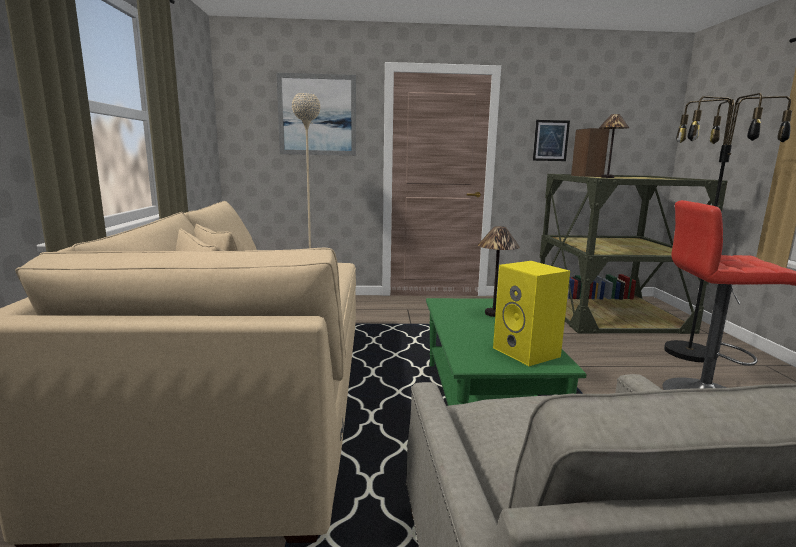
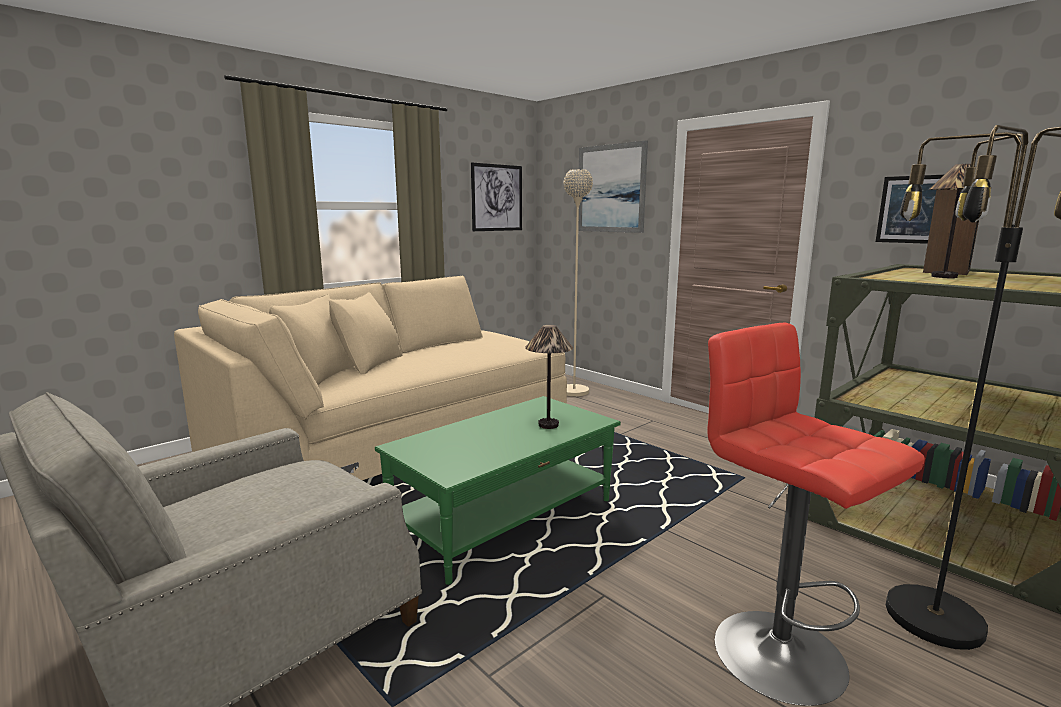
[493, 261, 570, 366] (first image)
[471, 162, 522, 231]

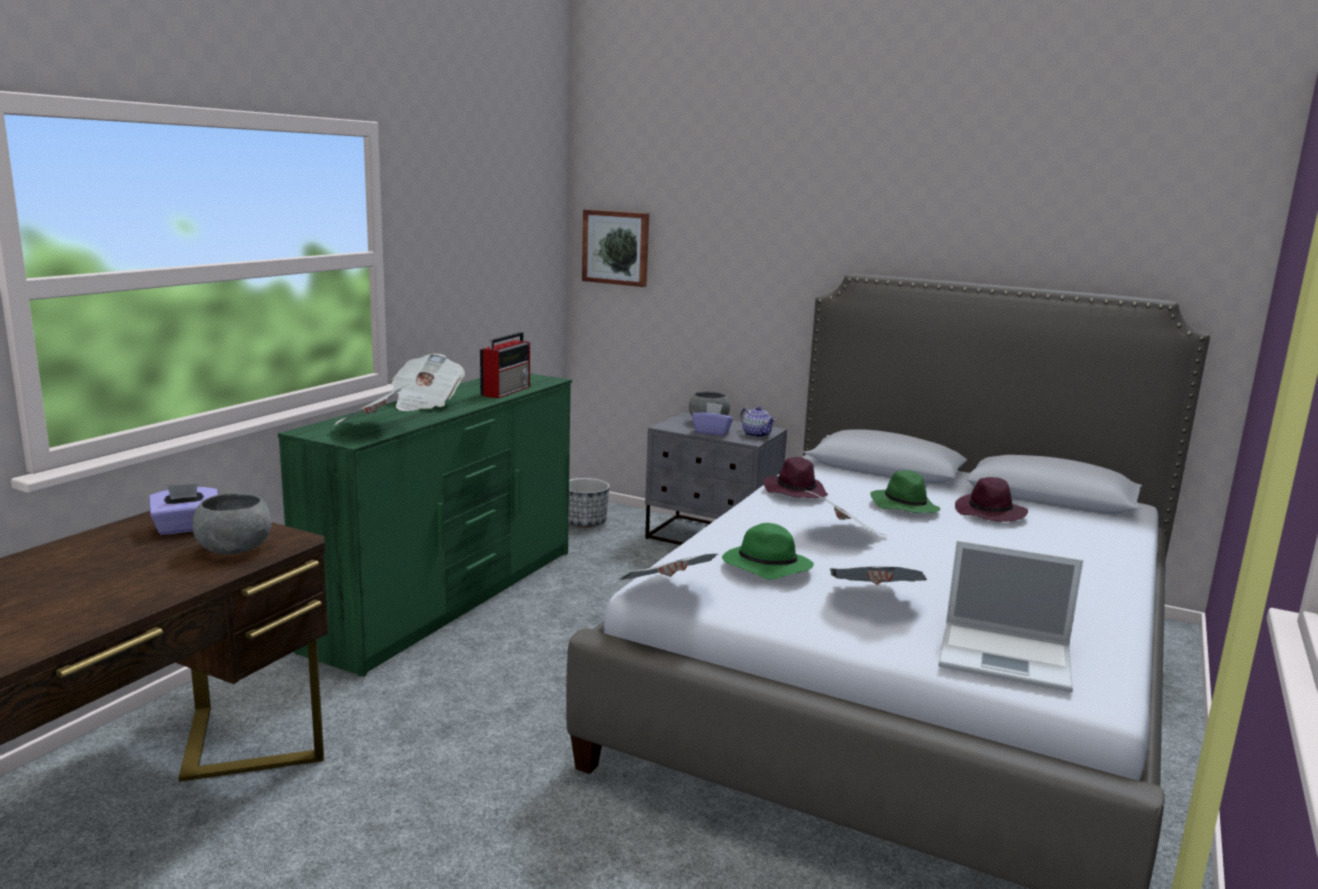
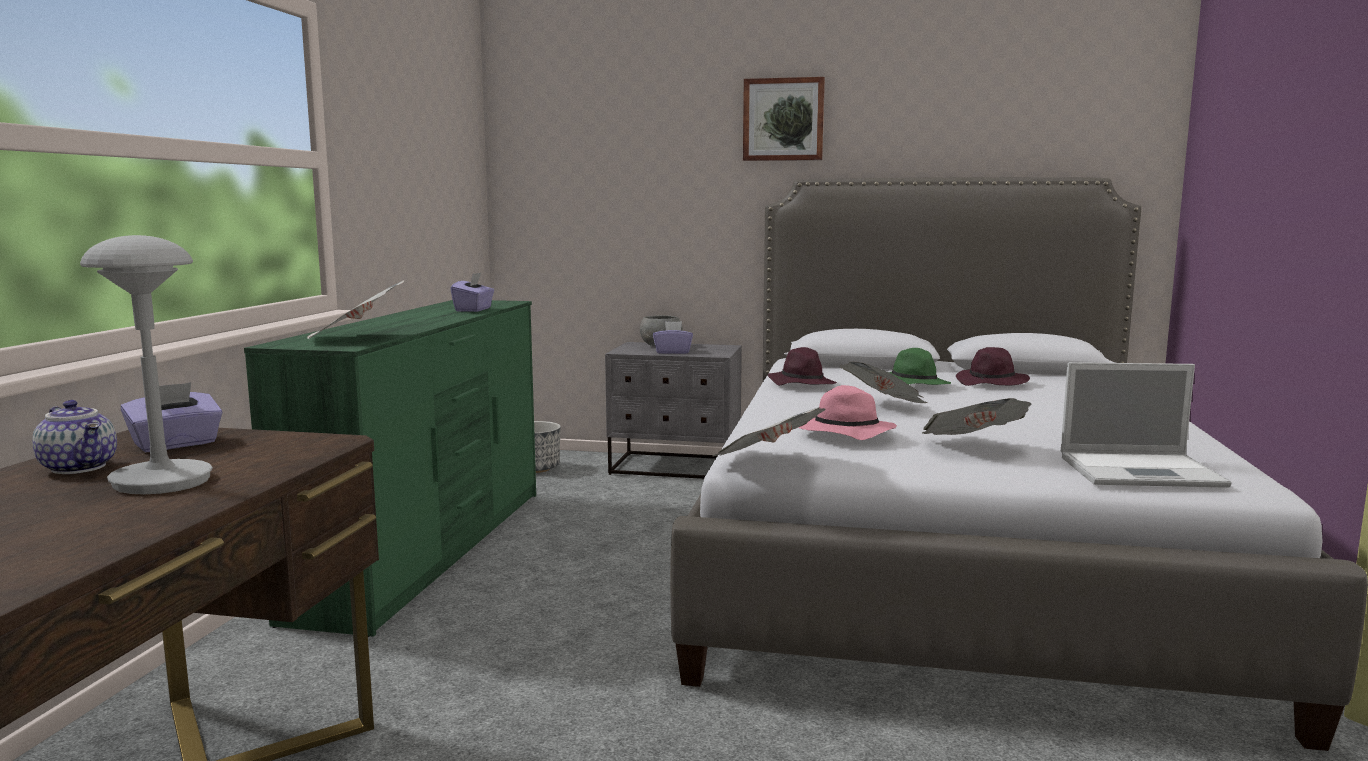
[192, 493, 272, 555] (first image)
[391, 353, 465, 411] (first image)
[451, 273, 494, 312]
[743, 77, 825, 161]
[798, 385, 897, 440]
[32, 400, 117, 474]
[80, 235, 213, 494]

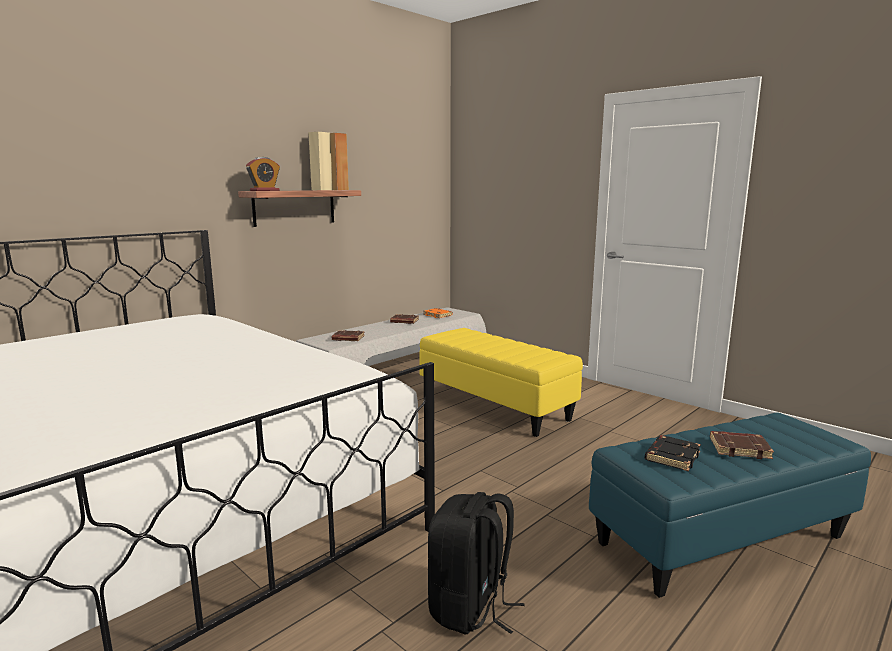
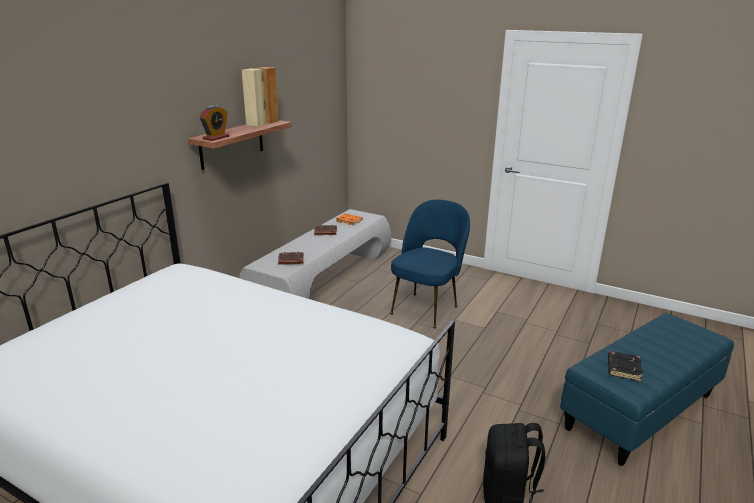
[390, 200, 470, 329]
[710, 431, 774, 459] (first image)

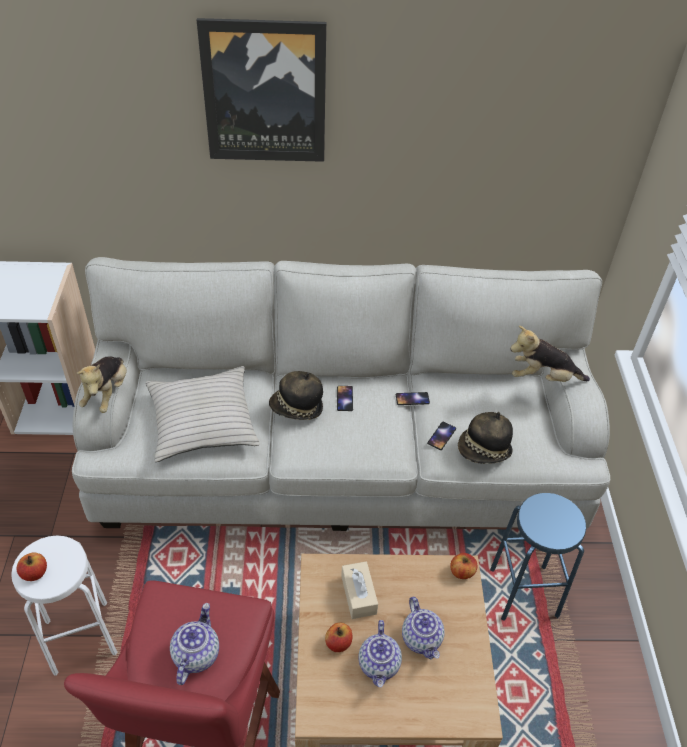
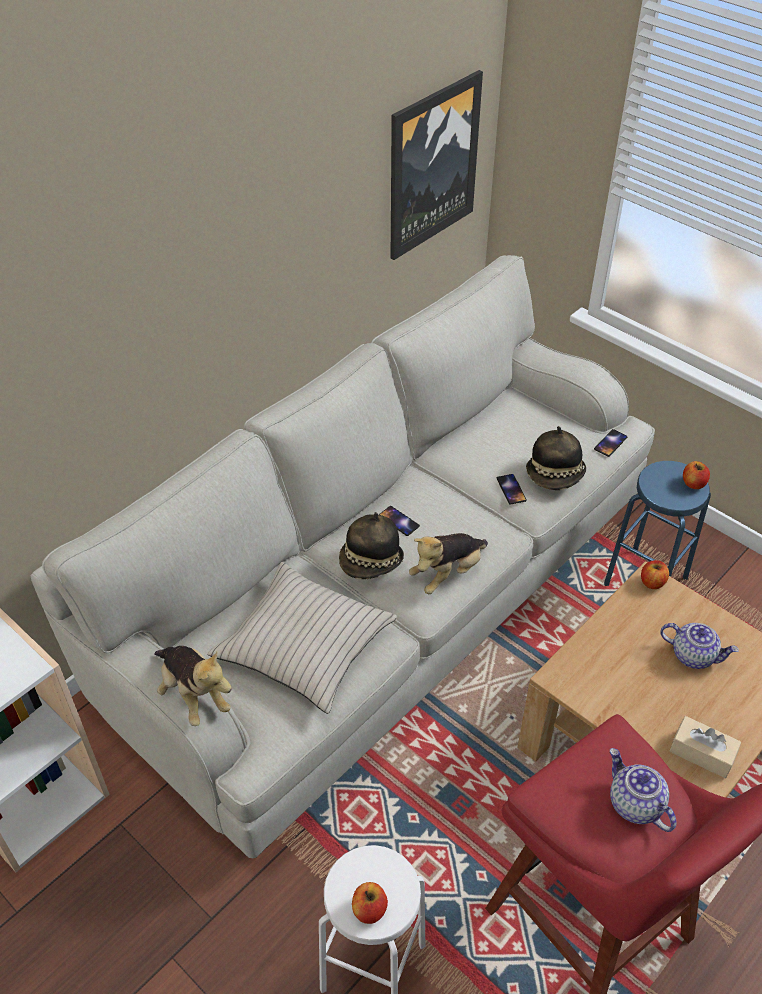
[391, 70, 483, 260]
[683, 461, 710, 489]
[670, 716, 741, 778]
[358, 620, 402, 687] (first image)
[594, 429, 627, 457]
[409, 533, 488, 594]

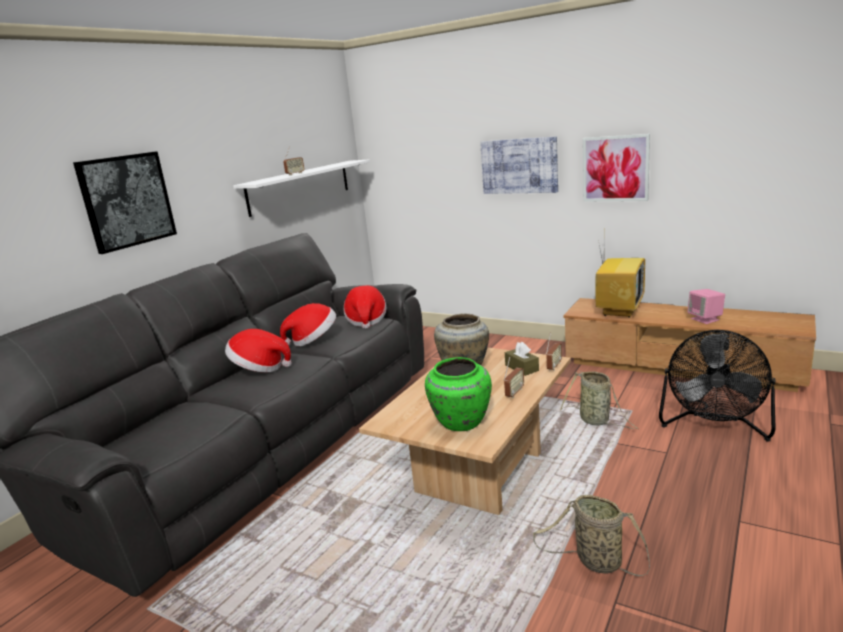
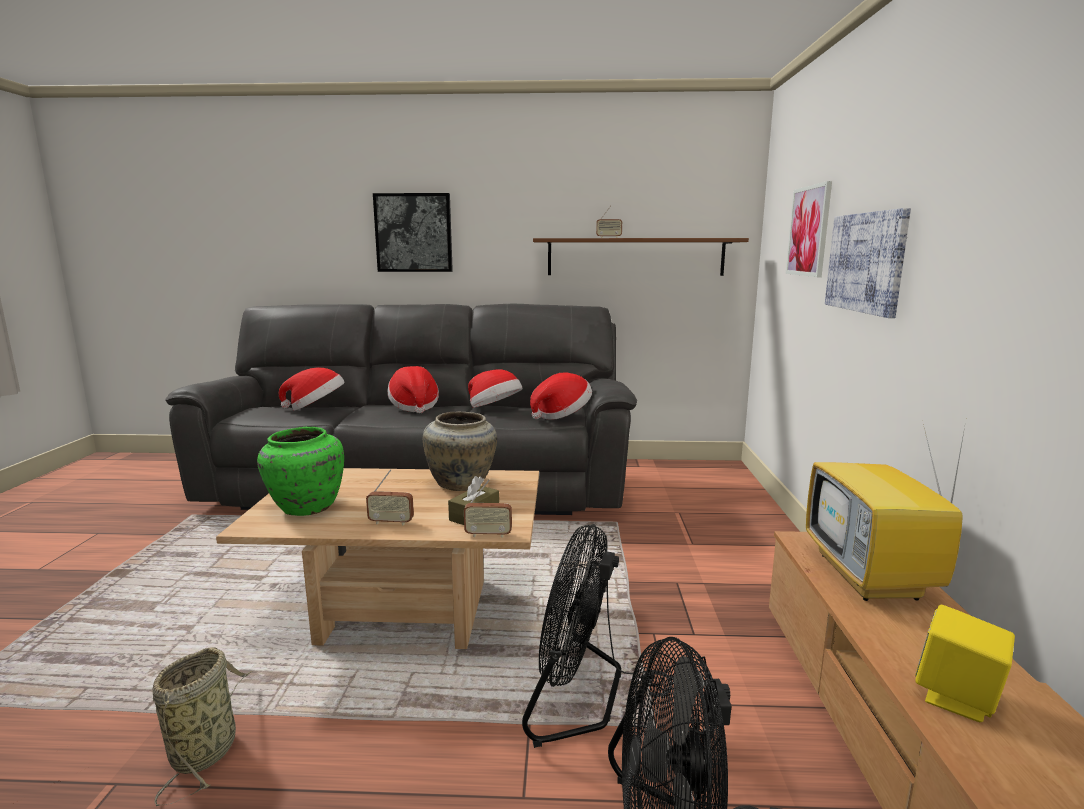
[533, 238, 749, 276]
[522, 524, 674, 748]
[786, 181, 832, 277]
[806, 420, 965, 601]
[915, 605, 1015, 722]
[279, 367, 345, 410]

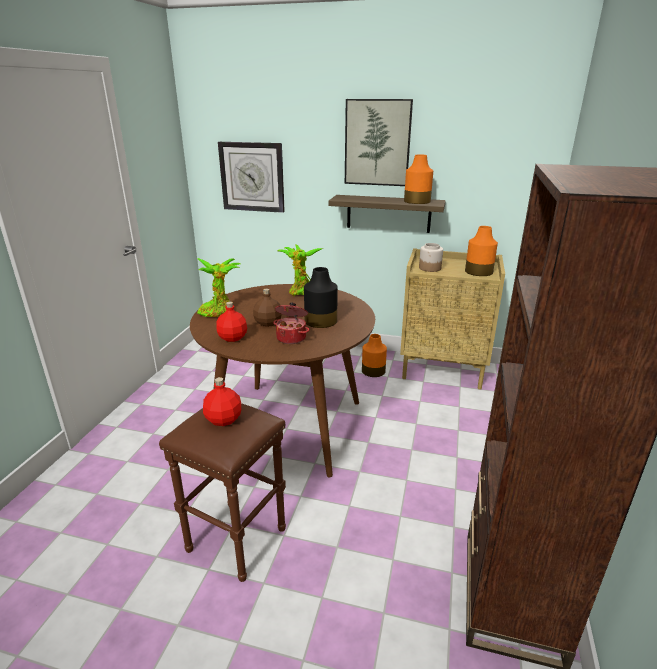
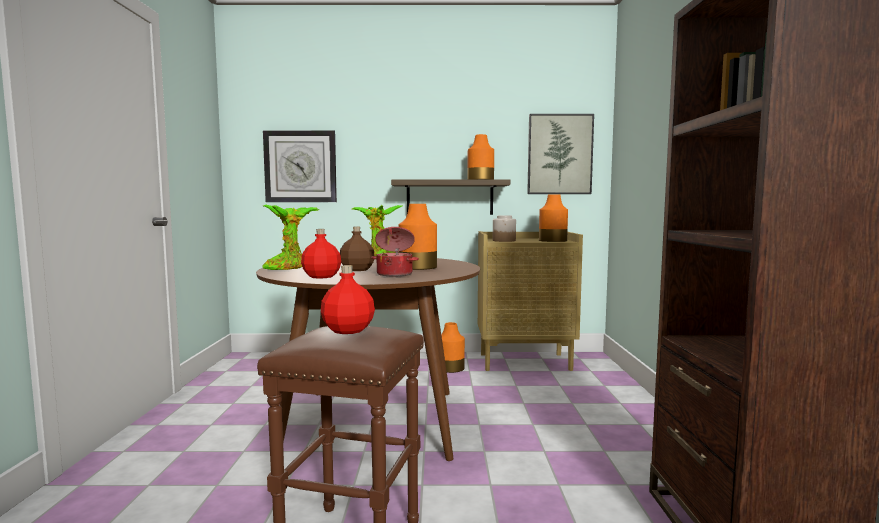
[399, 204, 437, 270]
[527, 114, 594, 194]

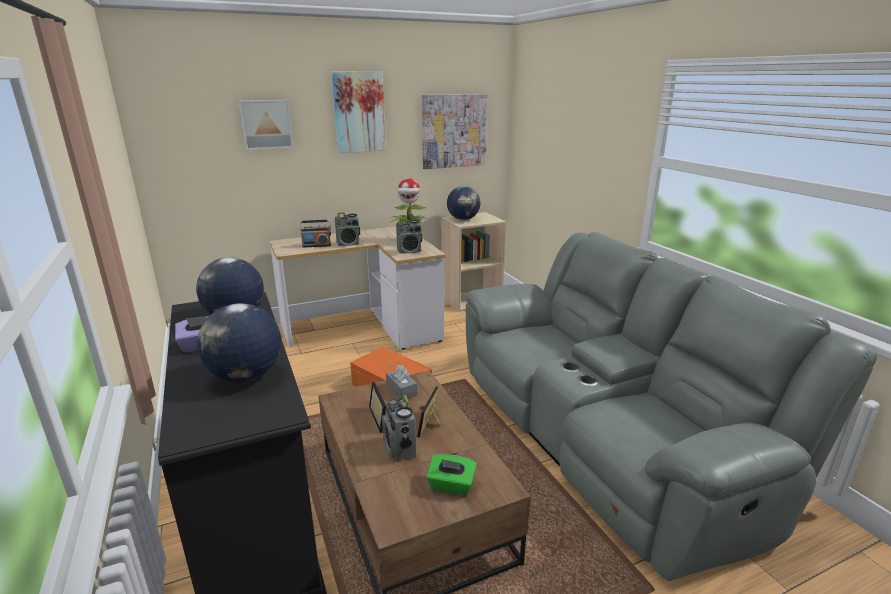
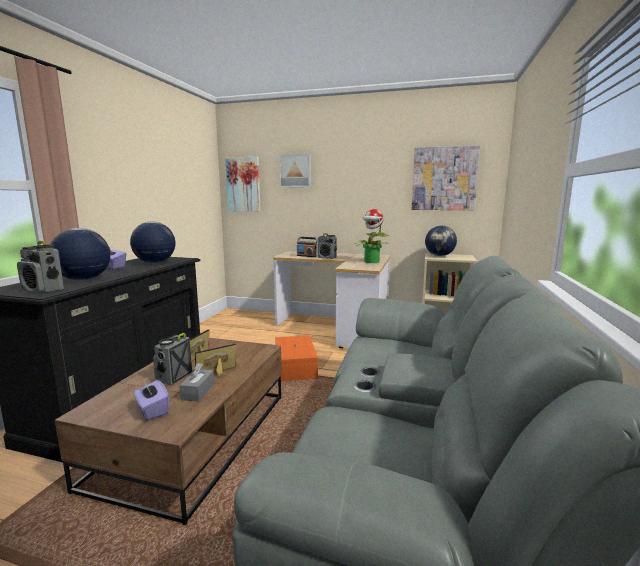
[225, 157, 261, 212]
[179, 363, 214, 402]
[17, 241, 64, 293]
[134, 380, 169, 421]

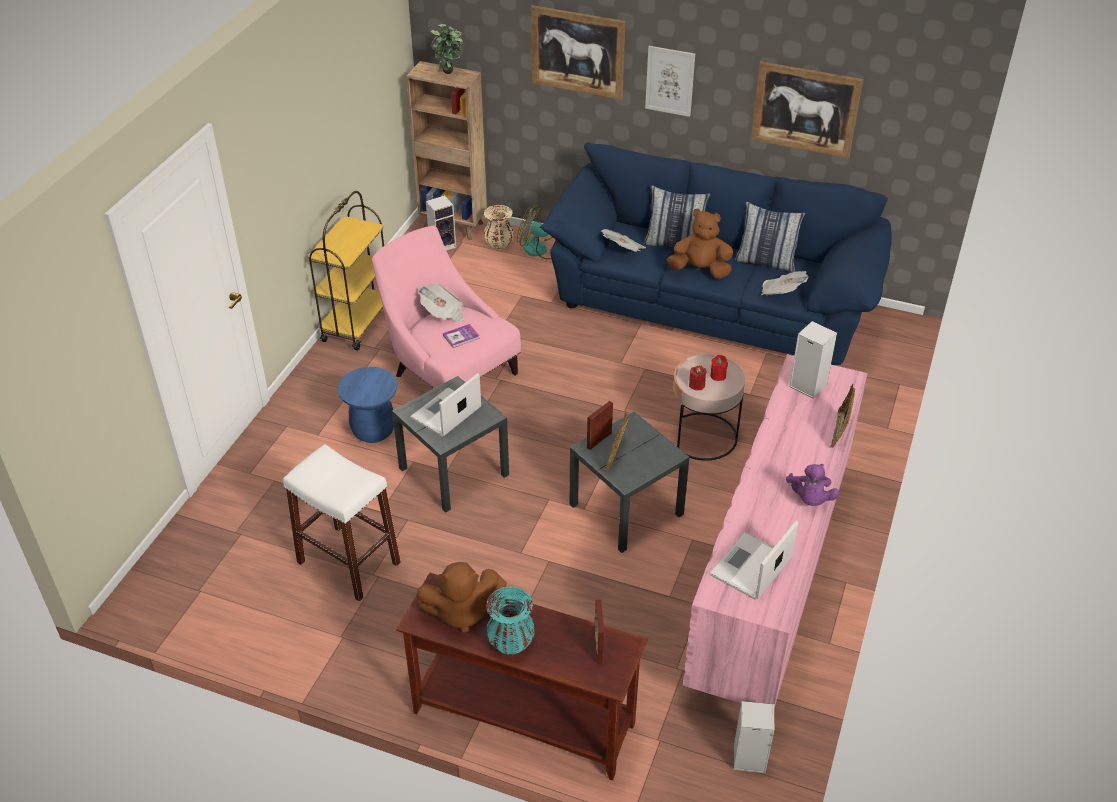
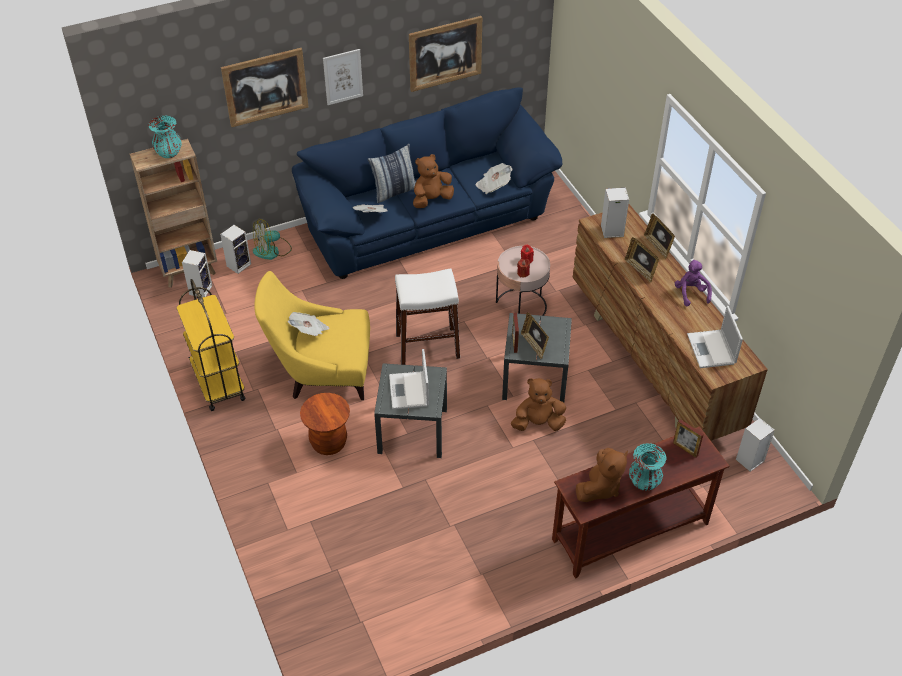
[395, 268, 460, 365]
[300, 393, 350, 455]
[254, 271, 370, 400]
[148, 115, 181, 158]
[443, 324, 480, 348] (first image)
[220, 225, 251, 274]
[573, 204, 768, 441]
[735, 202, 805, 272] (first image)
[675, 260, 712, 306]
[511, 378, 566, 431]
[625, 237, 659, 282]

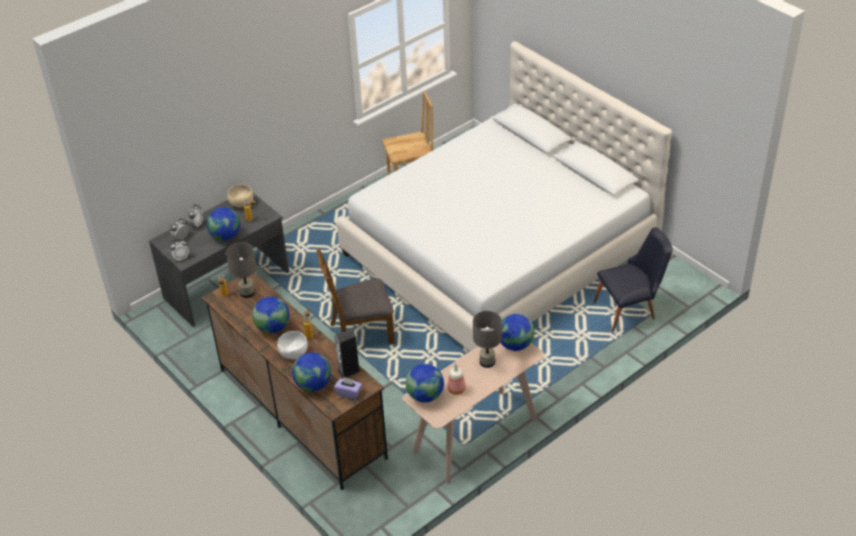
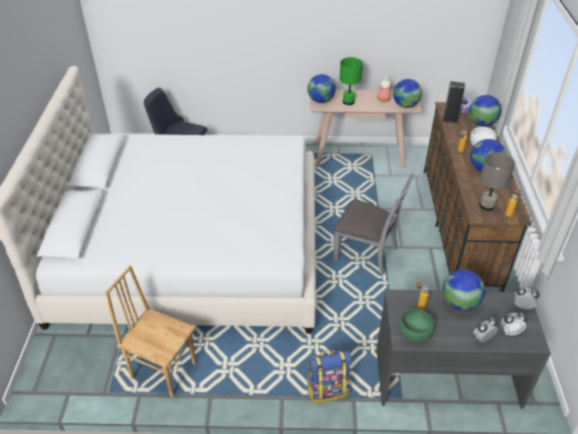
[399, 309, 435, 342]
[333, 173, 415, 275]
[340, 57, 363, 105]
[307, 349, 352, 404]

